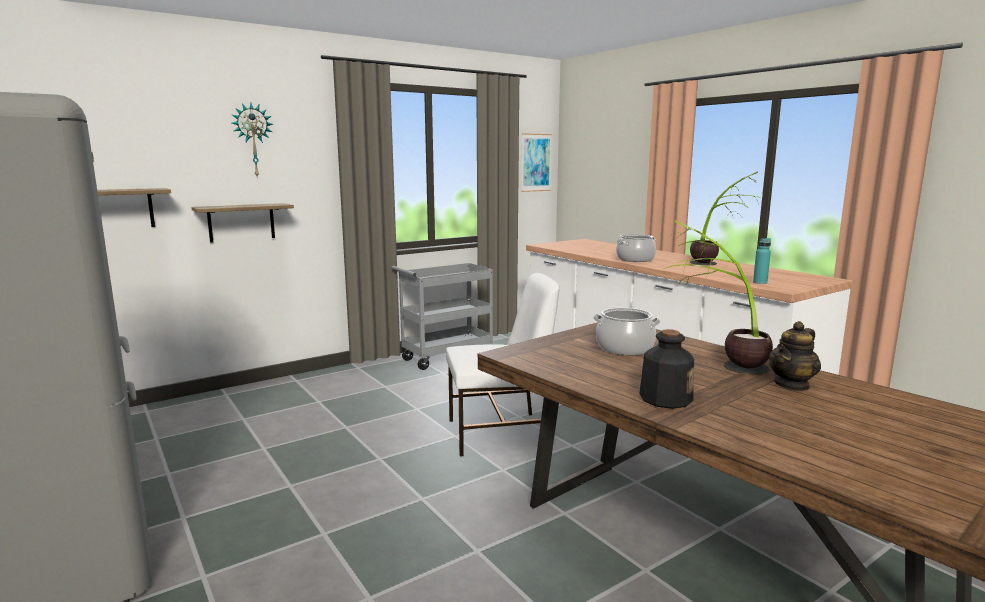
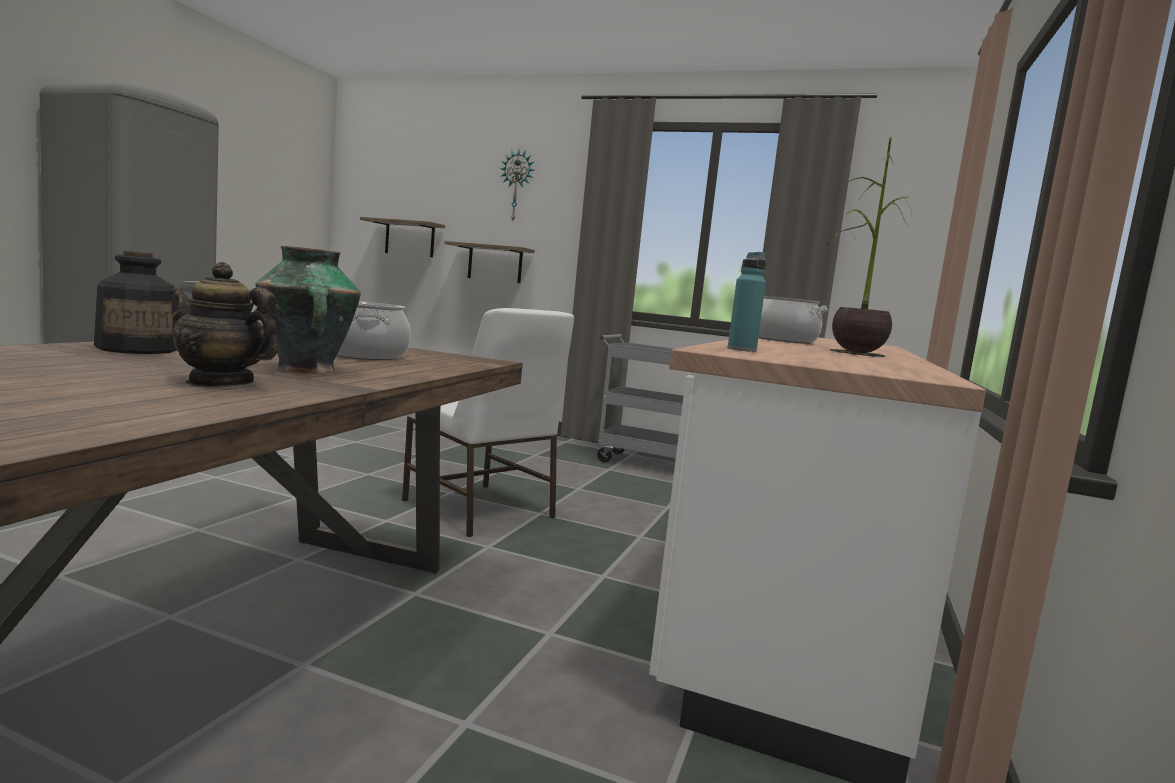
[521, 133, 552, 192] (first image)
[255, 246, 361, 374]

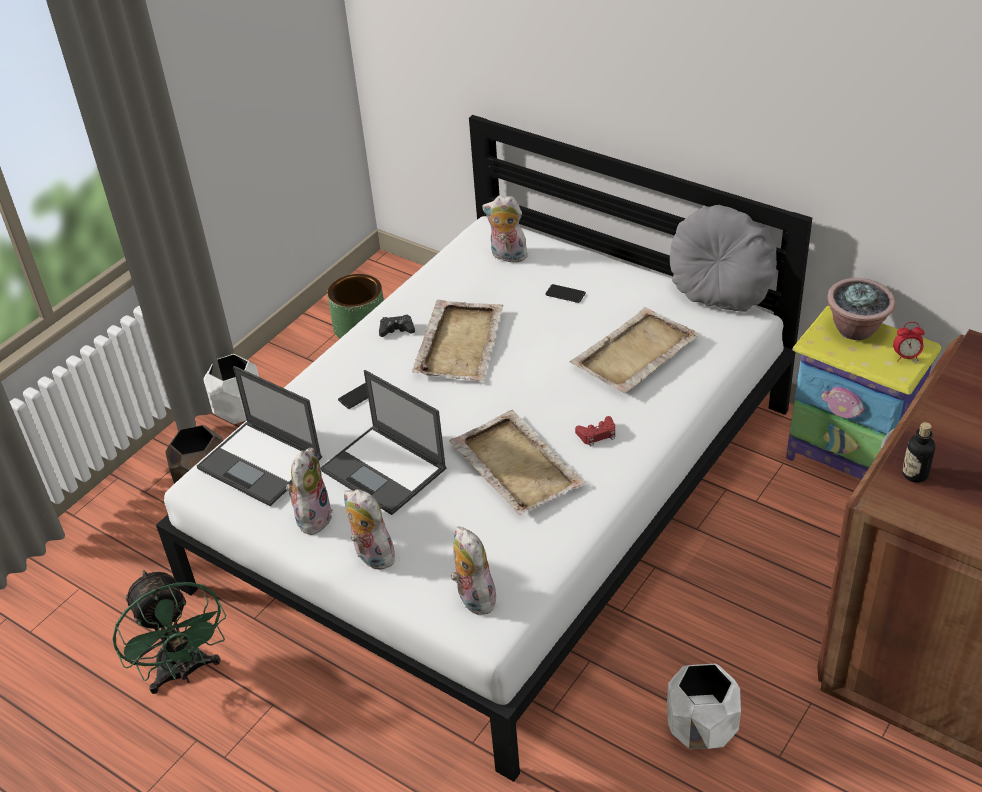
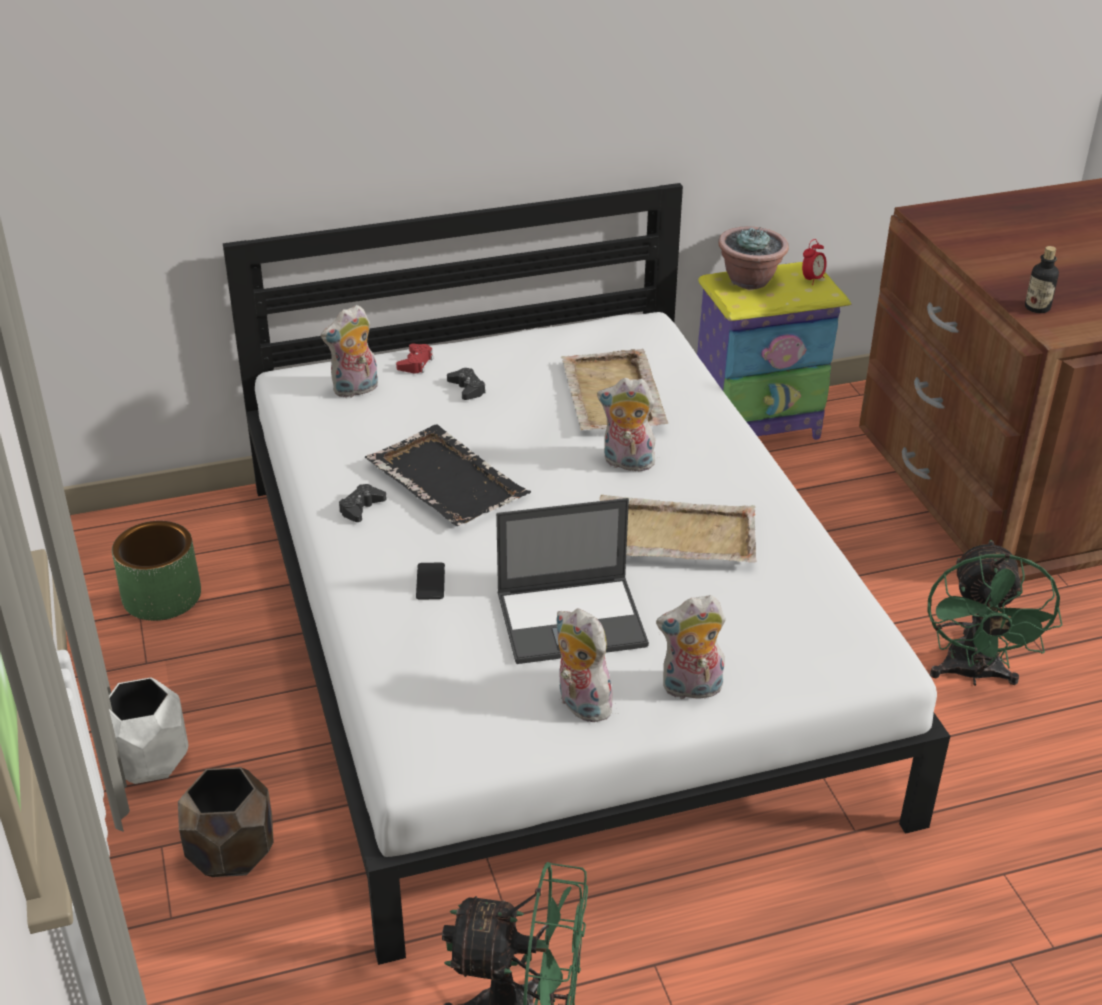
[197, 366, 322, 506] (first image)
[365, 425, 531, 526]
[597, 378, 657, 471]
[447, 368, 486, 400]
[396, 344, 433, 373]
[927, 540, 1062, 686]
[670, 205, 777, 312] (first image)

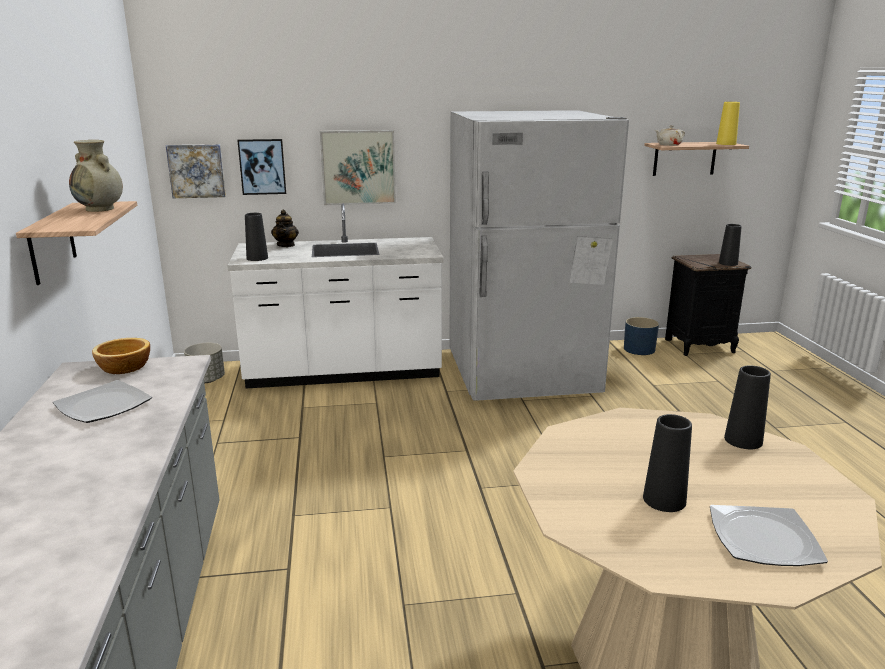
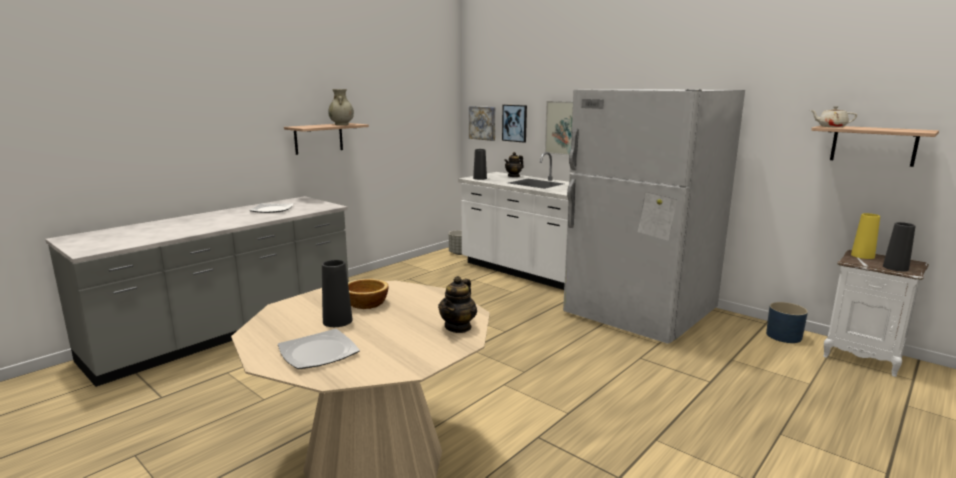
[348, 279, 388, 309]
[823, 250, 929, 377]
[851, 213, 880, 259]
[438, 276, 477, 333]

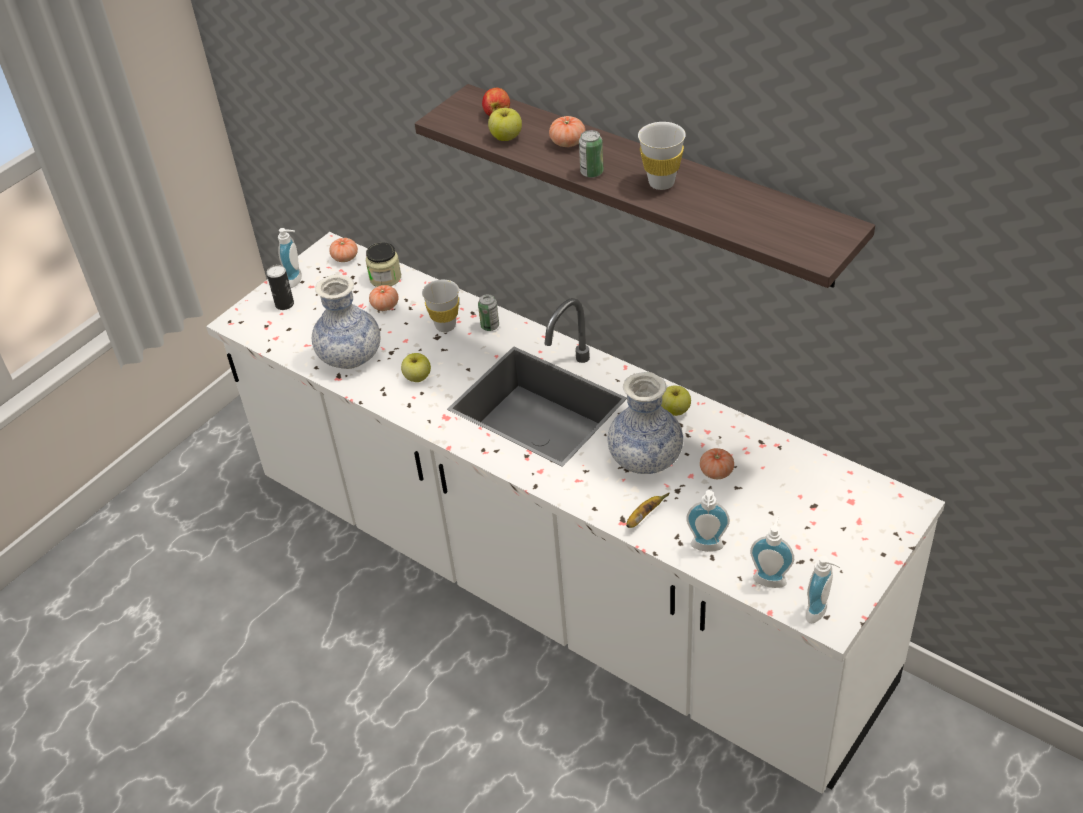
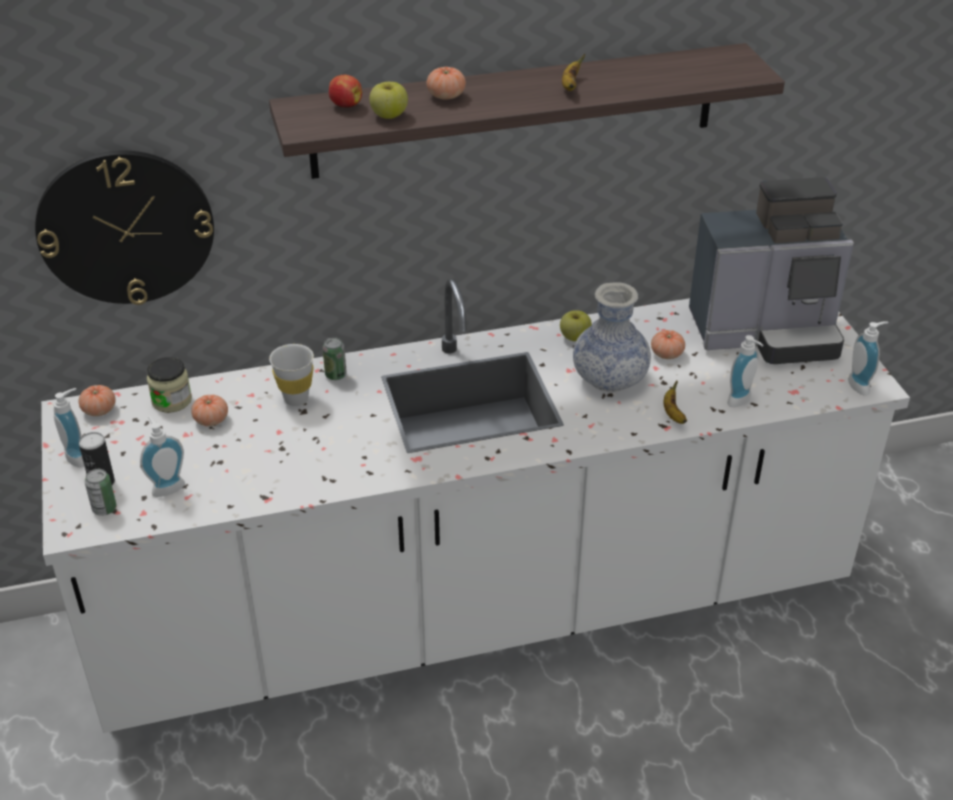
[312, 274, 380, 369] (first image)
[401, 353, 431, 382] (first image)
[85, 469, 117, 516]
[562, 54, 585, 91]
[140, 416, 185, 497]
[35, 150, 214, 305]
[689, 177, 854, 364]

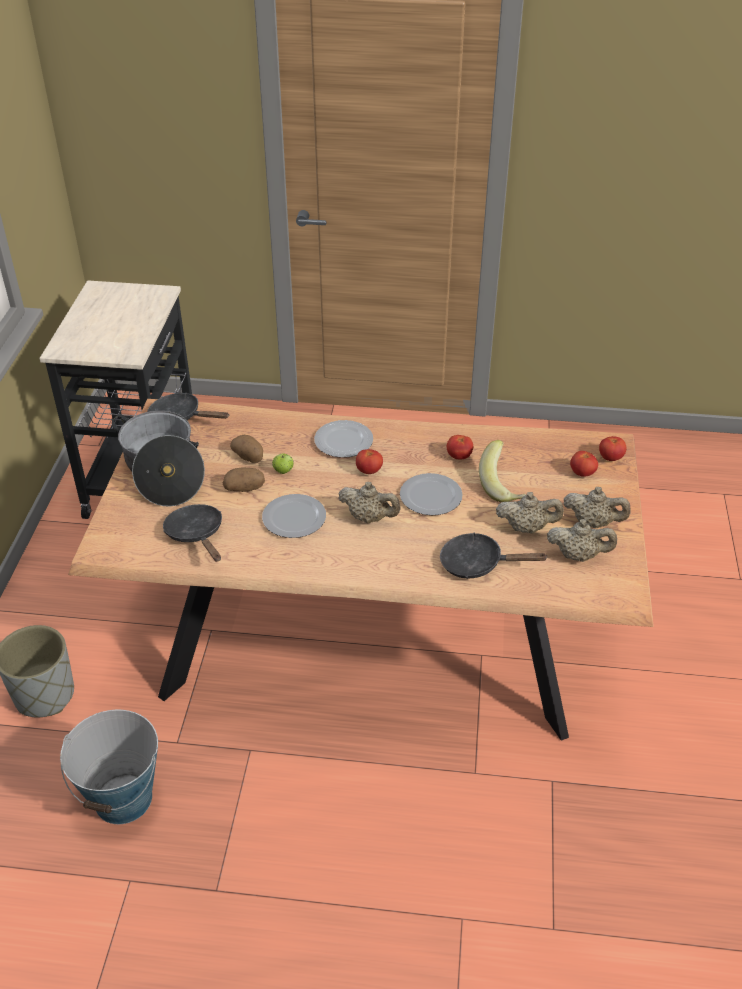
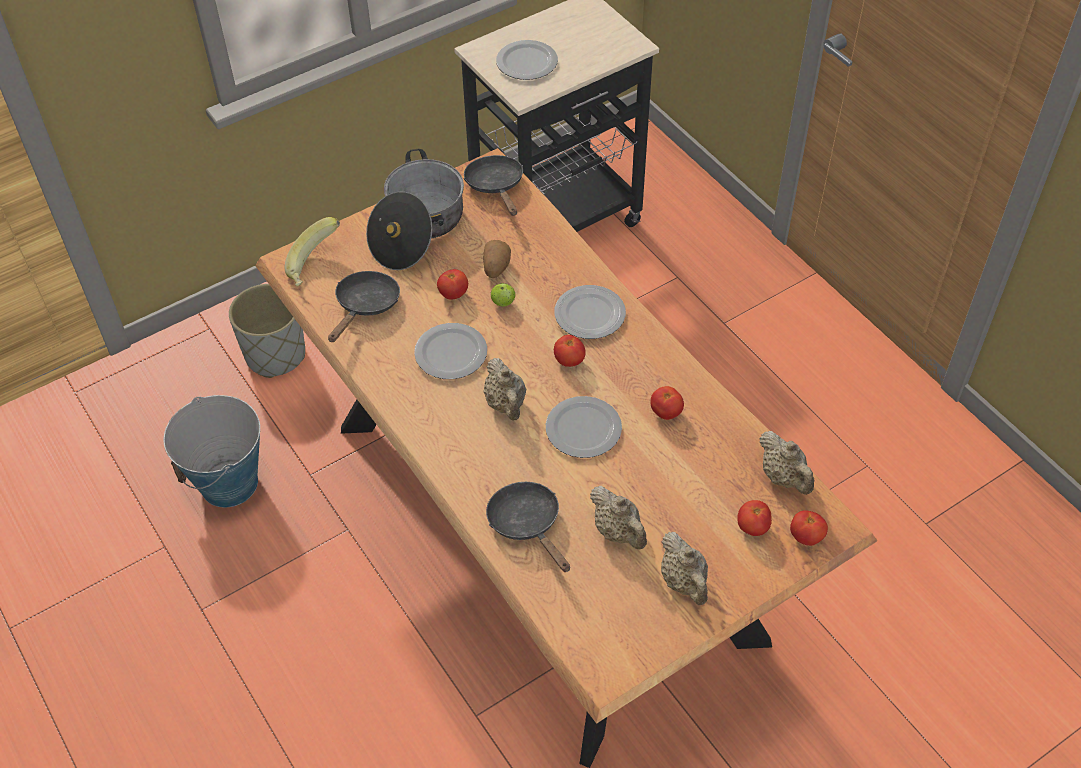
[437, 269, 468, 300]
[284, 217, 340, 287]
[760, 431, 815, 495]
[496, 40, 558, 80]

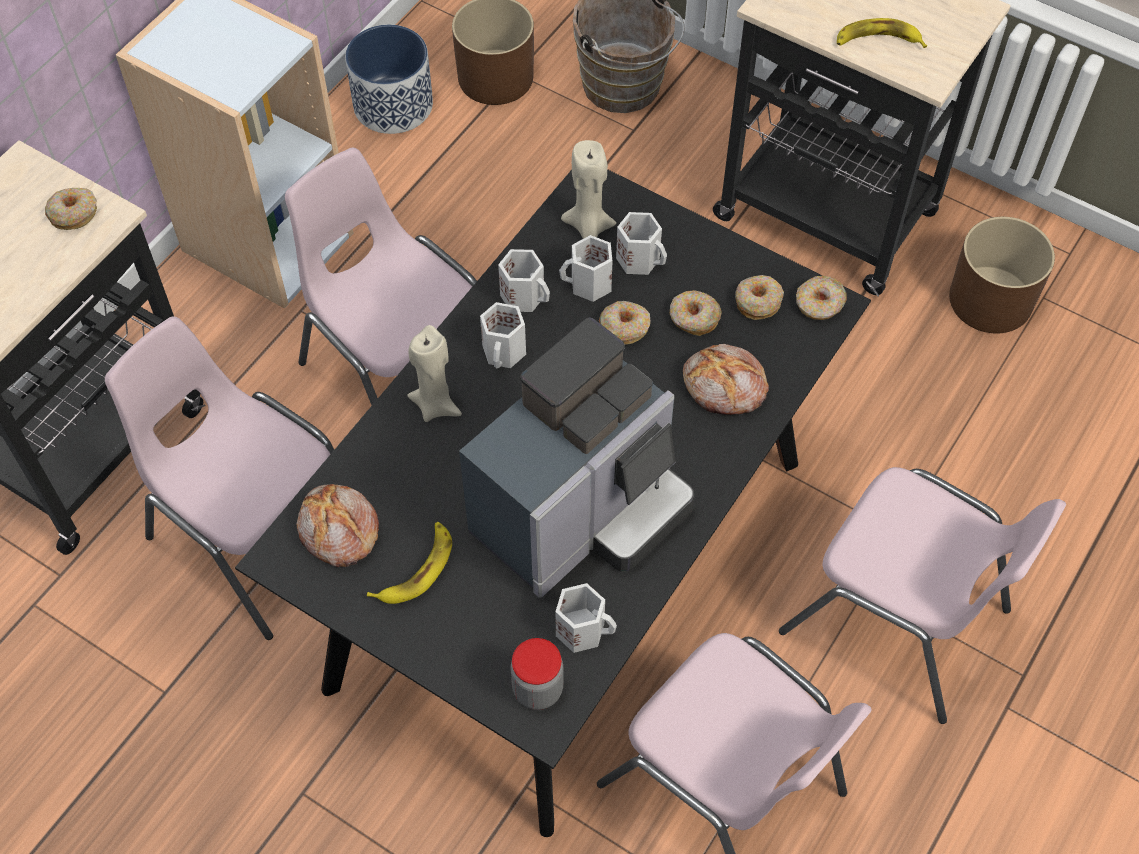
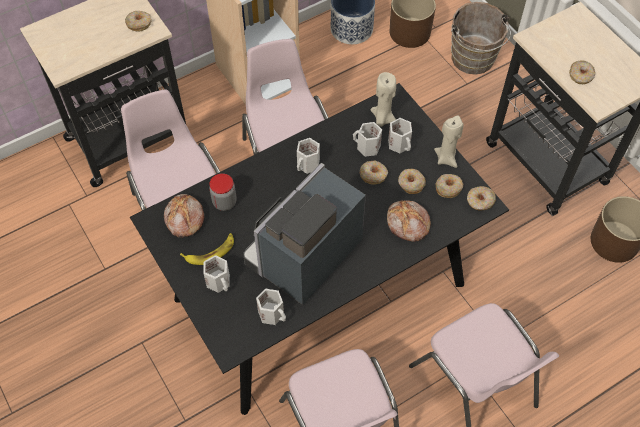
[434, 116, 463, 168]
[243, 163, 366, 305]
[203, 255, 230, 293]
[209, 173, 237, 211]
[569, 60, 595, 84]

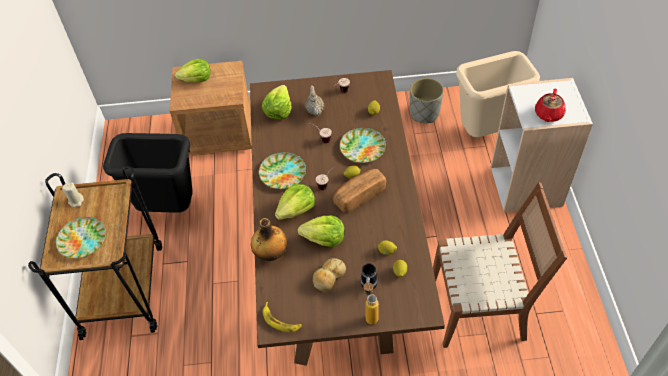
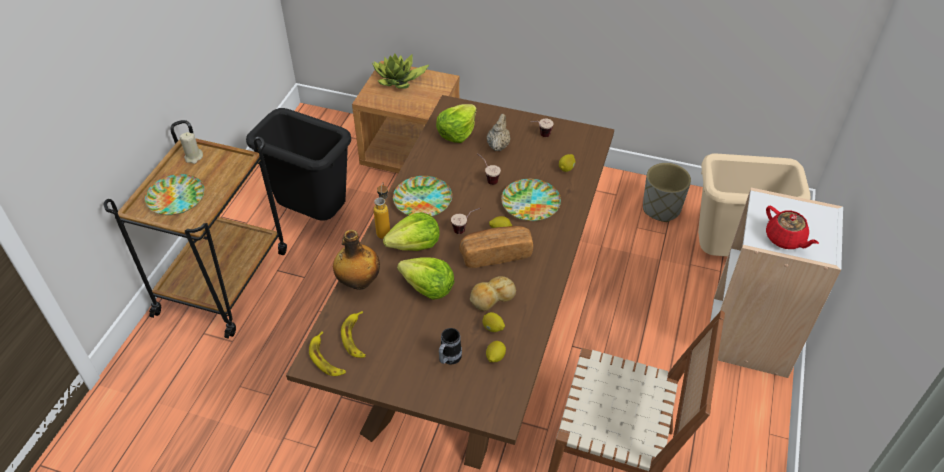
[372, 53, 430, 89]
[470, 276, 516, 311]
[373, 182, 390, 239]
[766, 206, 819, 249]
[341, 311, 366, 358]

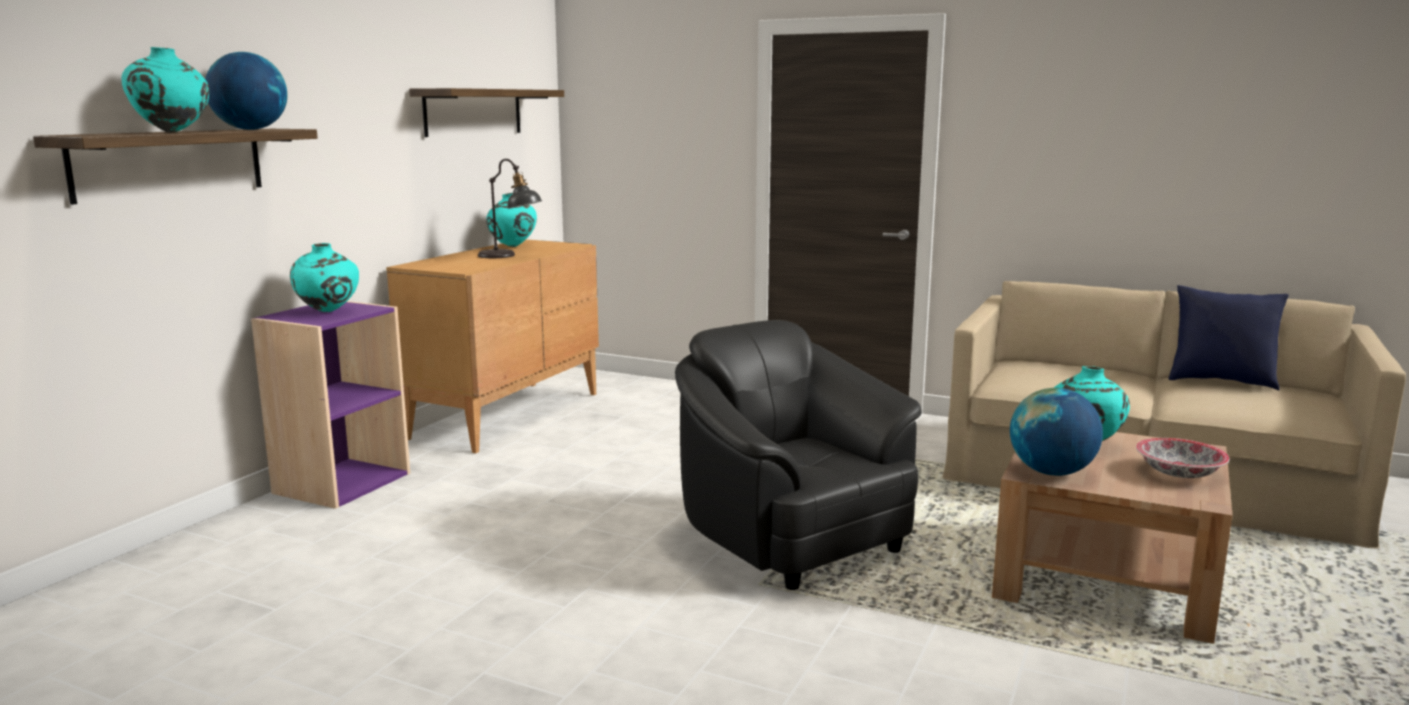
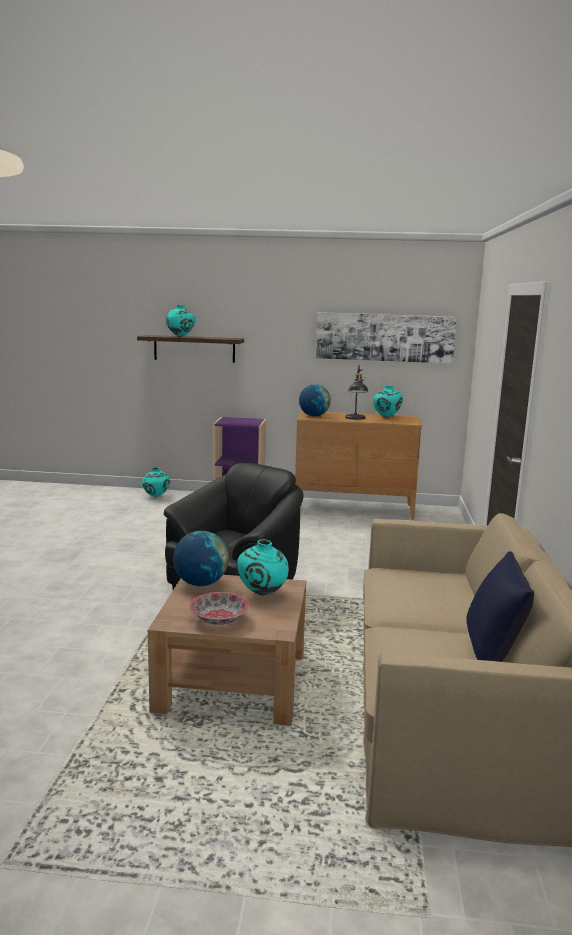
[299, 384, 331, 416]
[142, 467, 170, 497]
[316, 312, 457, 364]

